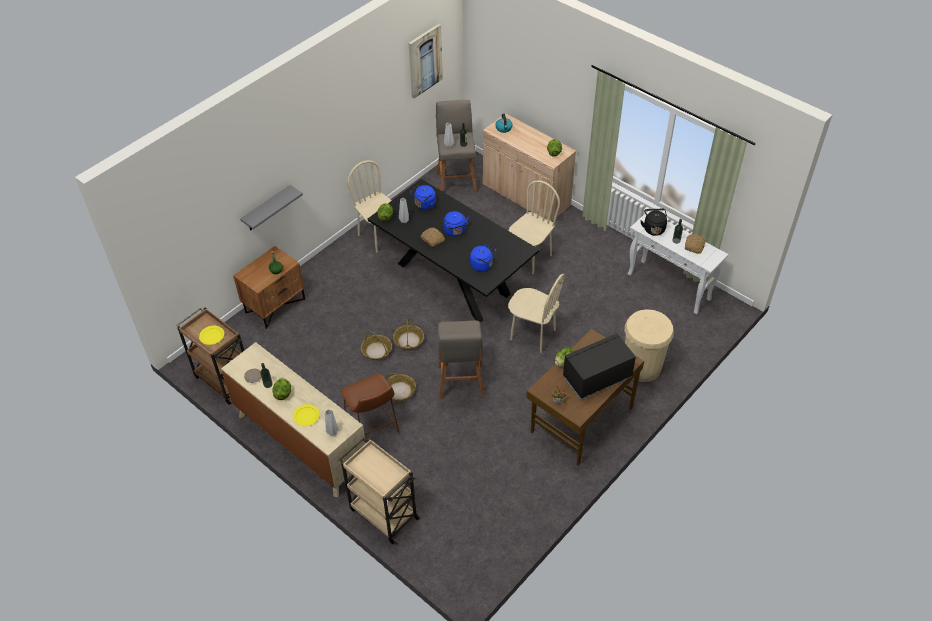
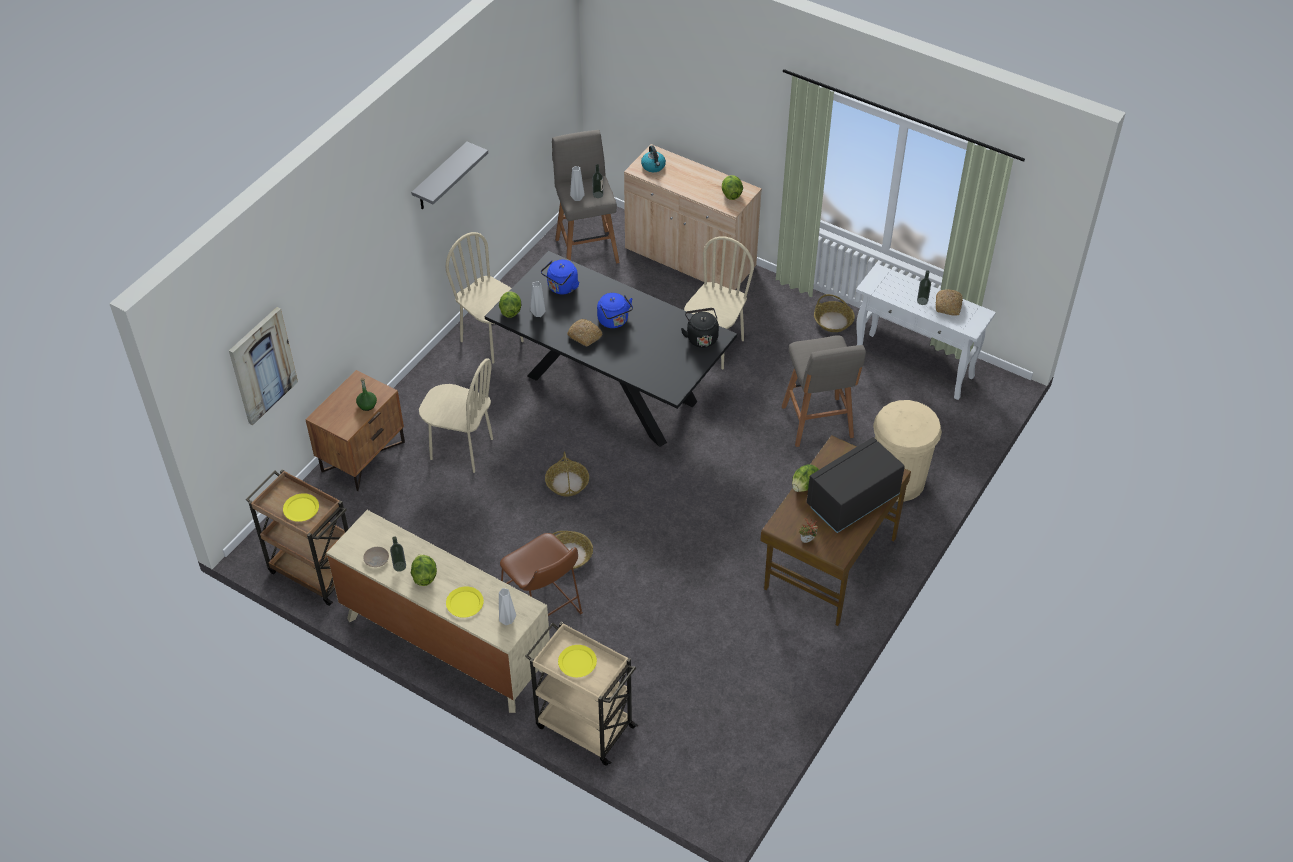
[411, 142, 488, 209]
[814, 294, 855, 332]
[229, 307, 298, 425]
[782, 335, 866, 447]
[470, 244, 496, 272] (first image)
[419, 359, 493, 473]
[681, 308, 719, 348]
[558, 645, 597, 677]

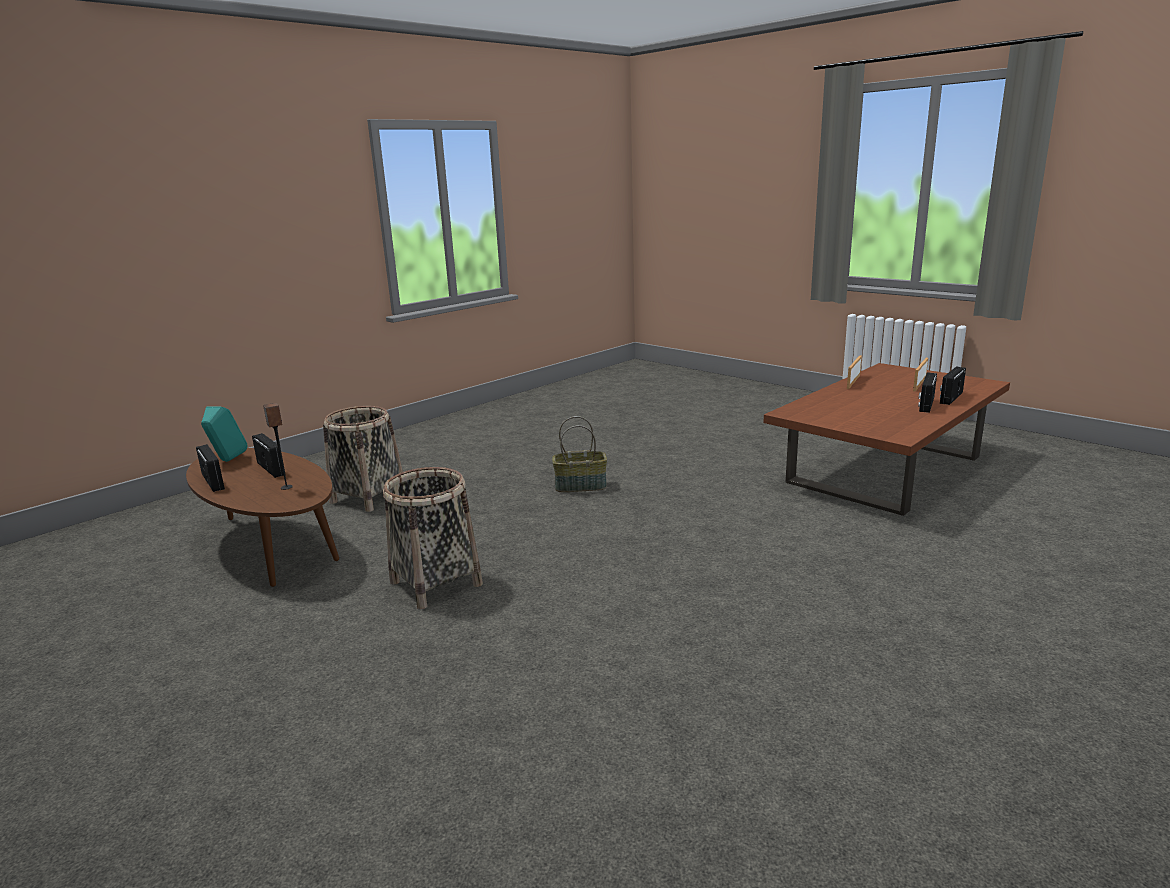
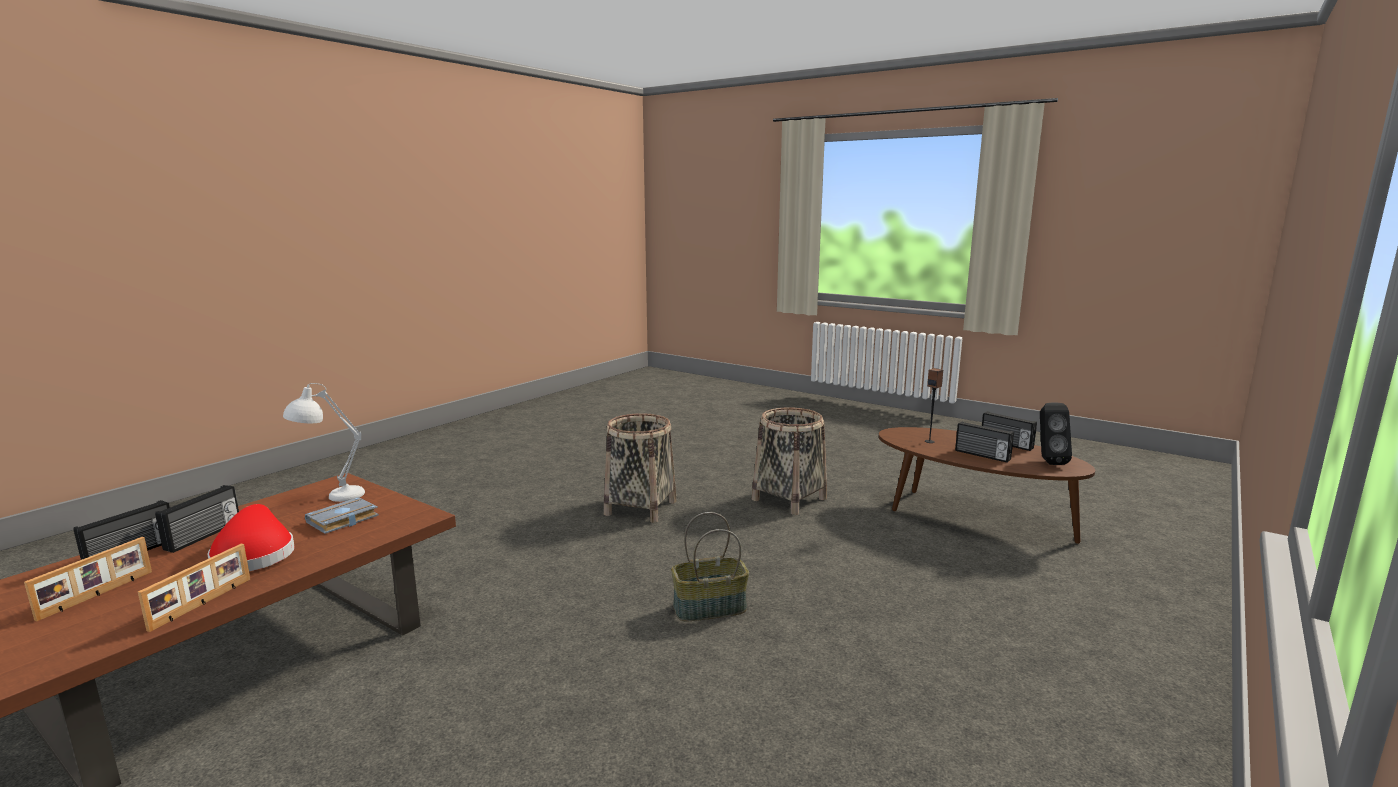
[1040, 403, 1072, 465]
[604, 413, 677, 523]
[207, 504, 294, 571]
[283, 383, 365, 502]
[305, 497, 379, 534]

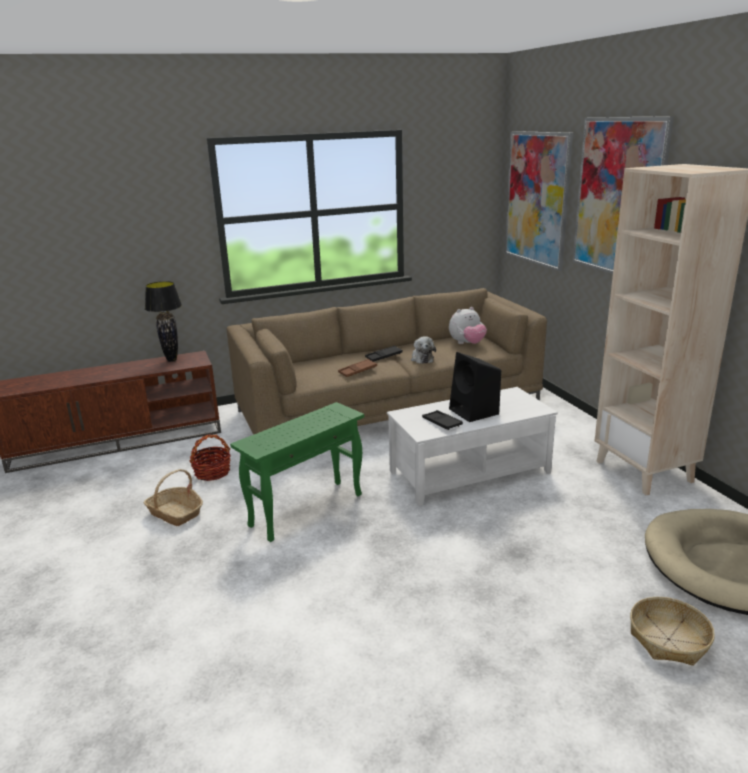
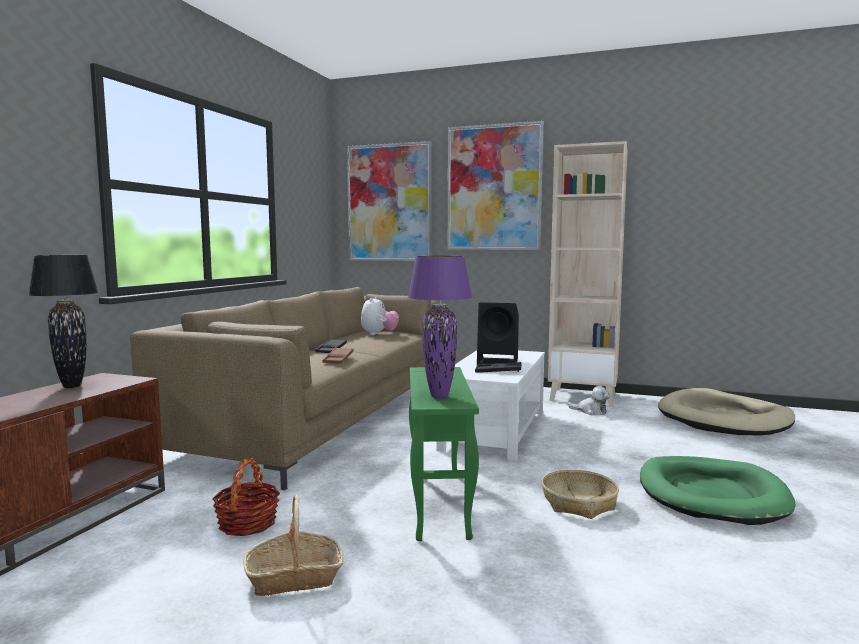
[568, 386, 610, 415]
[542, 469, 619, 519]
[408, 256, 472, 399]
[640, 456, 796, 525]

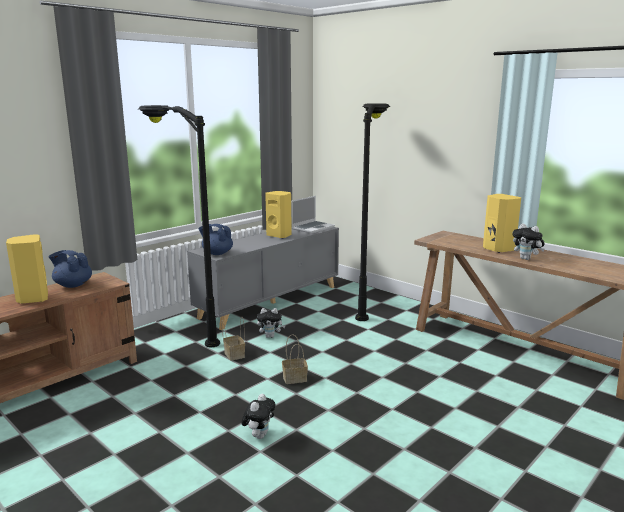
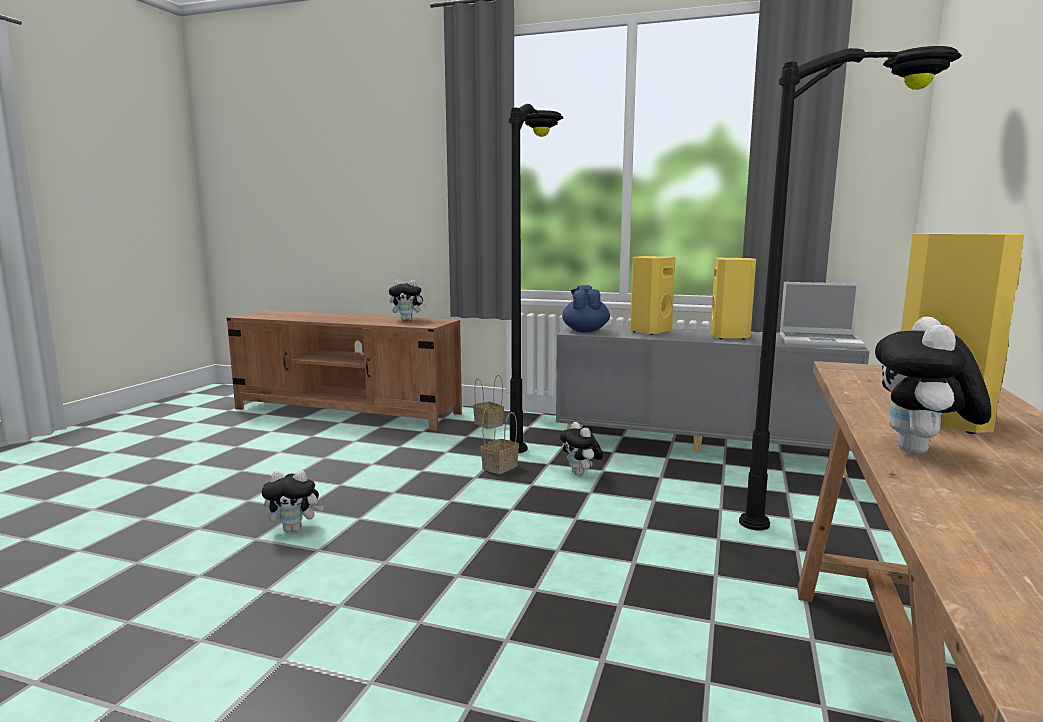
[630, 256, 676, 335]
[389, 280, 427, 320]
[473, 375, 504, 429]

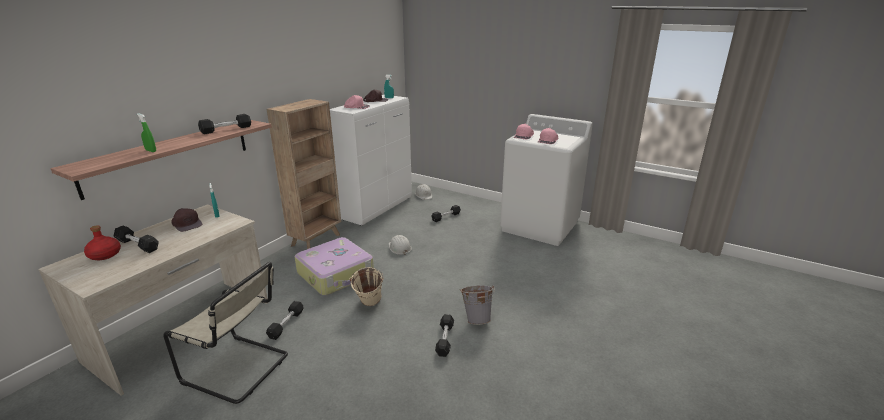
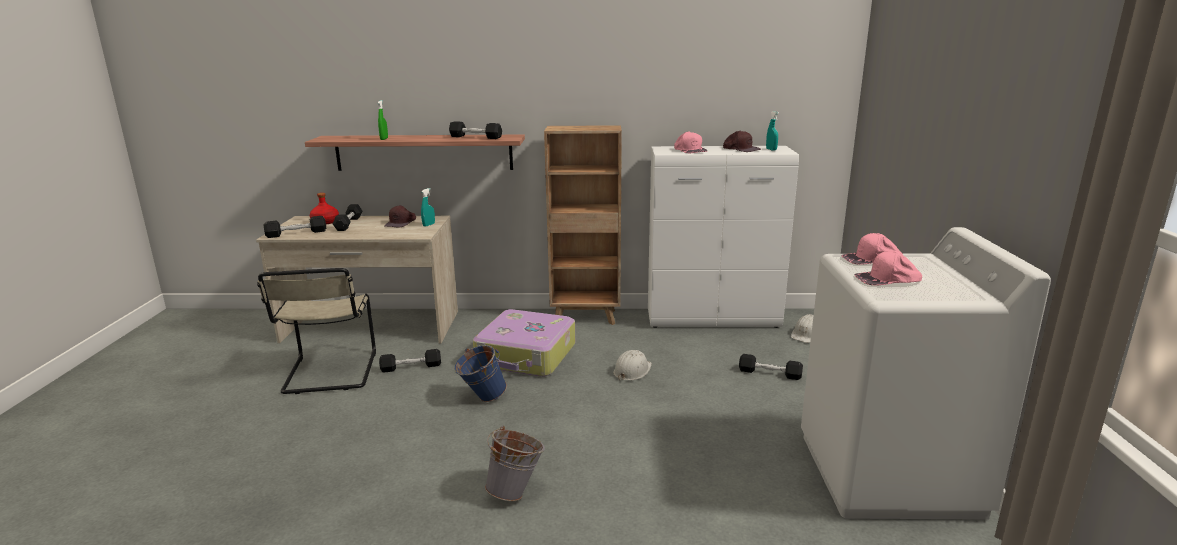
[455, 345, 507, 402]
[264, 216, 326, 238]

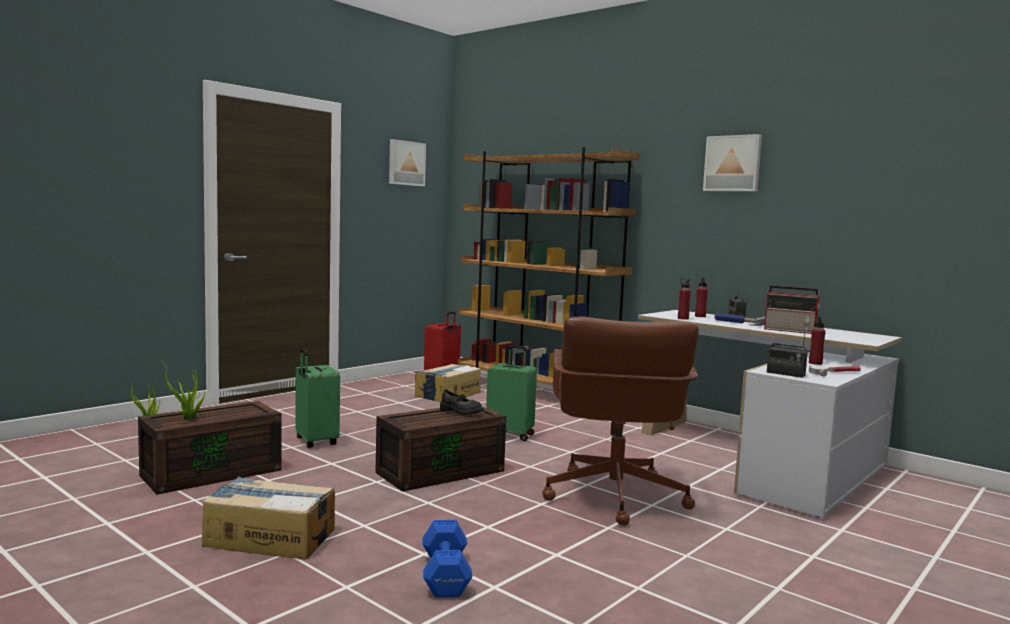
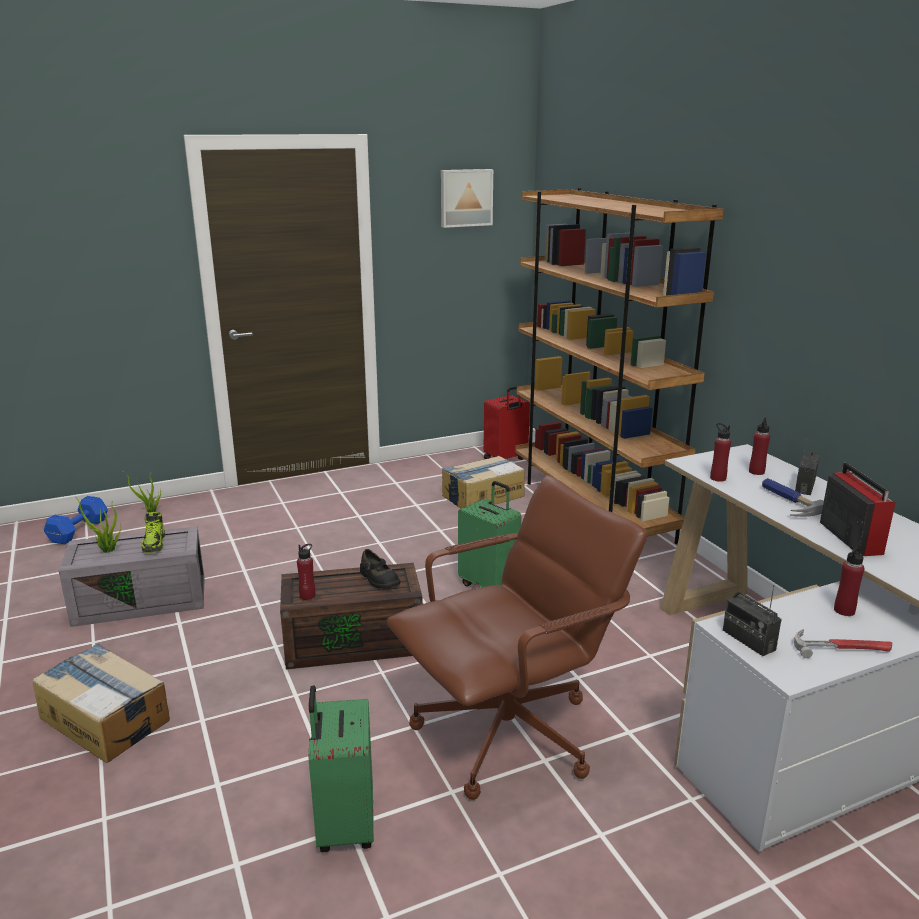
[59, 527, 205, 627]
[308, 686, 374, 852]
[44, 496, 108, 544]
[387, 476, 647, 800]
[703, 134, 762, 191] (first image)
[820, 463, 896, 556]
[142, 512, 165, 553]
[297, 544, 316, 600]

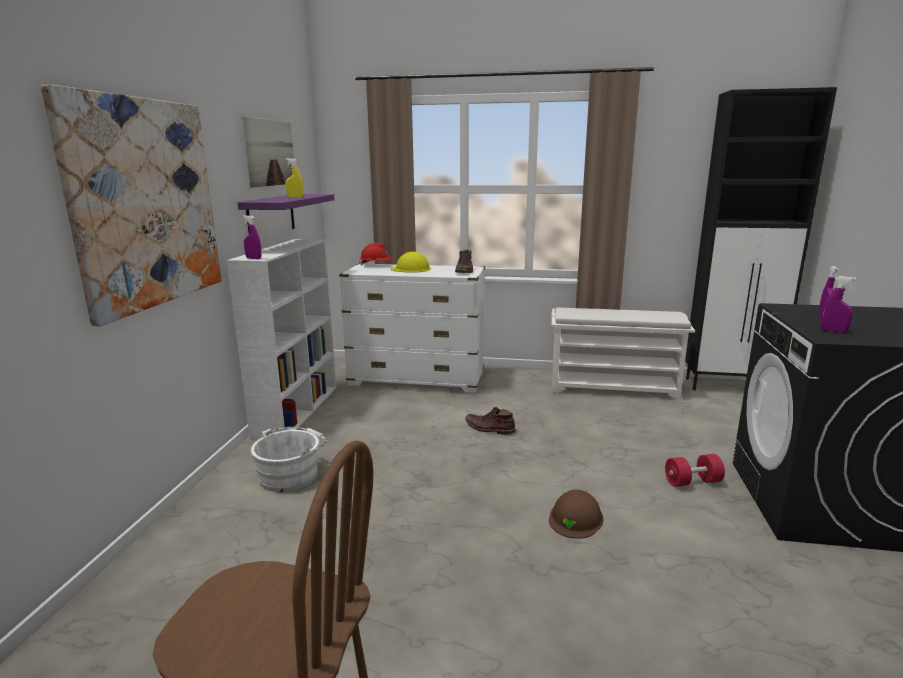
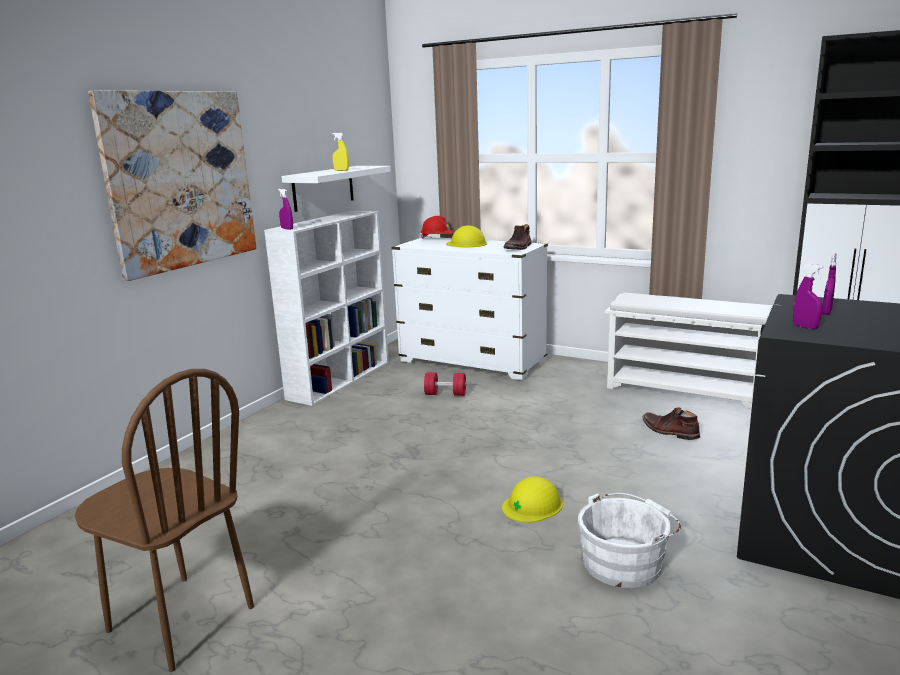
[281, 166, 391, 212]
[243, 116, 294, 187] (first image)
[578, 493, 681, 588]
[642, 407, 700, 440]
[502, 476, 563, 523]
[424, 372, 466, 396]

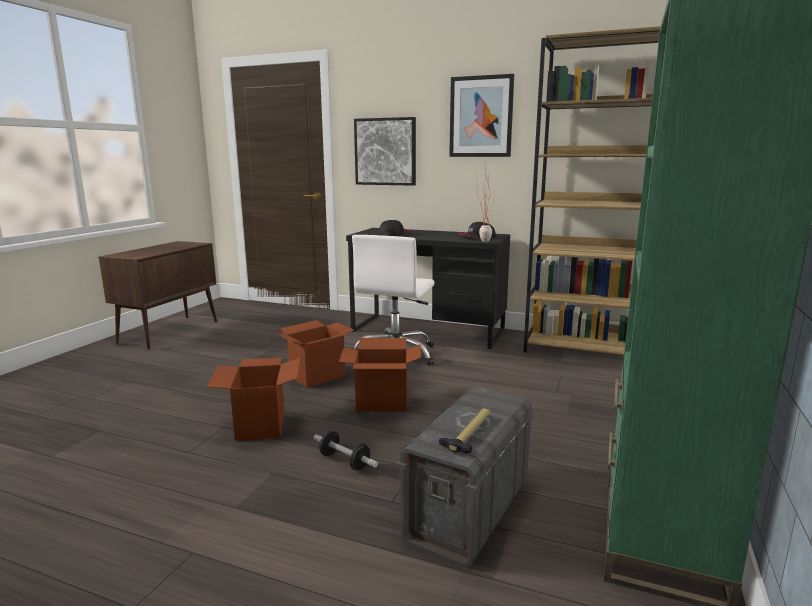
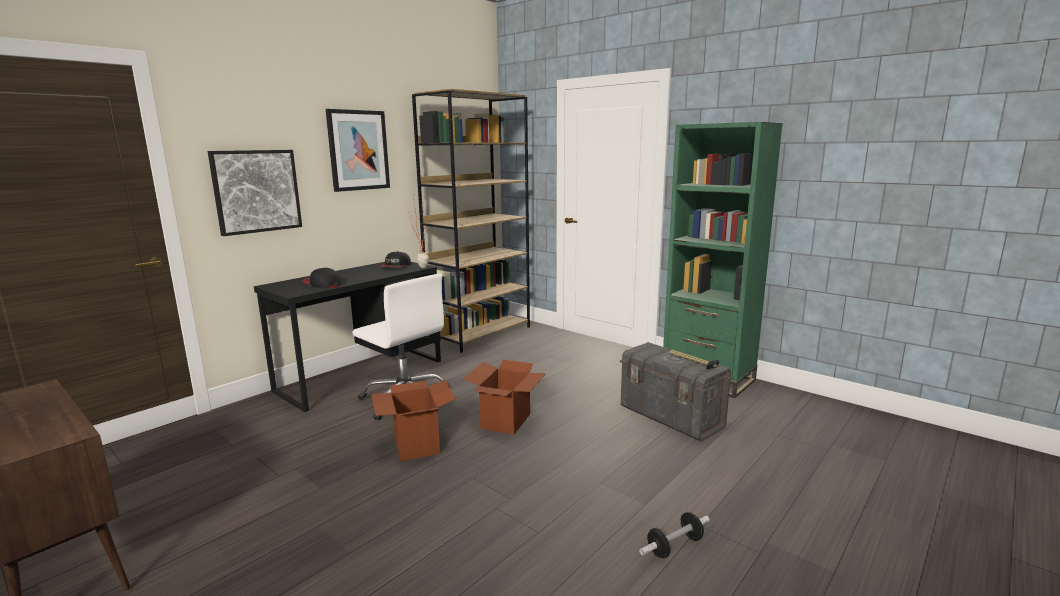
[207, 357, 300, 441] (first image)
[639, 512, 710, 558]

